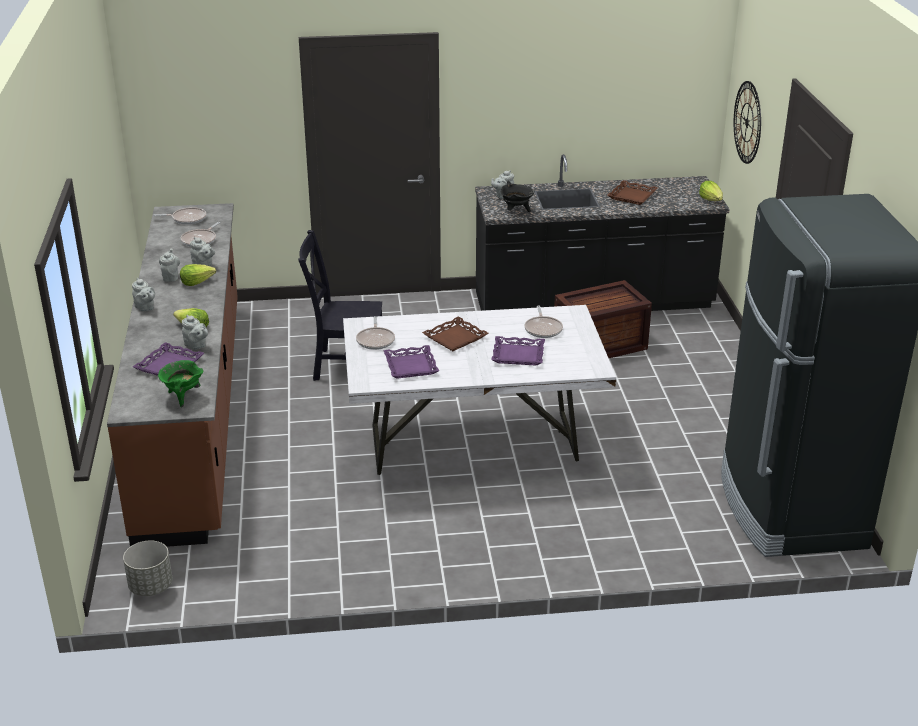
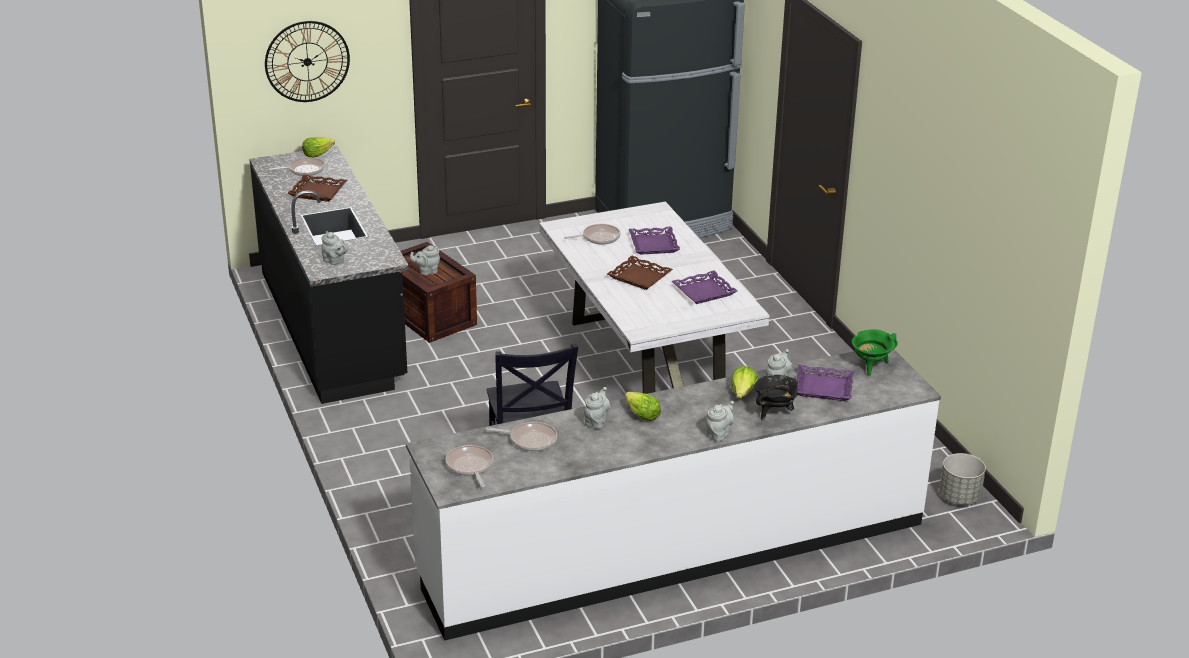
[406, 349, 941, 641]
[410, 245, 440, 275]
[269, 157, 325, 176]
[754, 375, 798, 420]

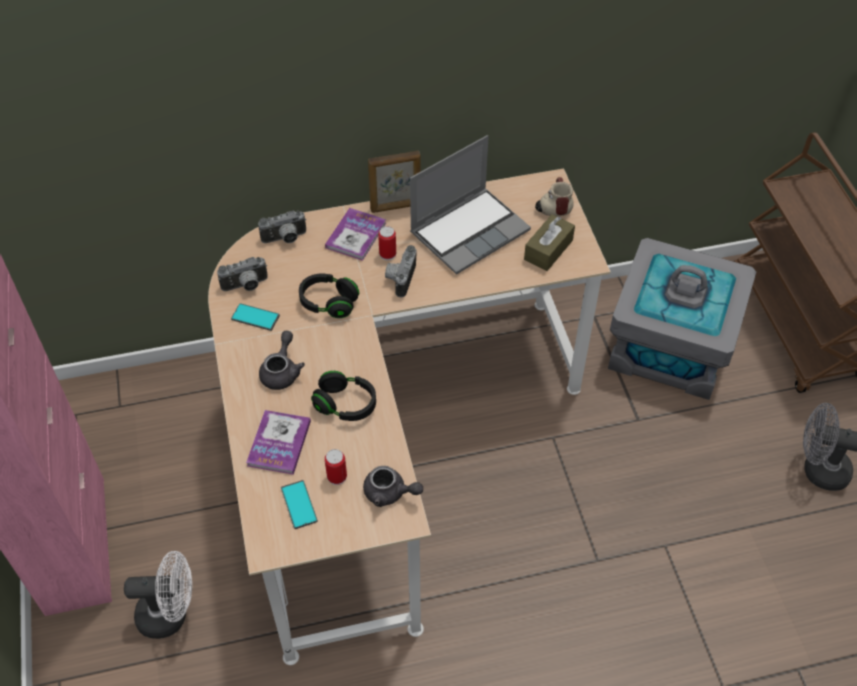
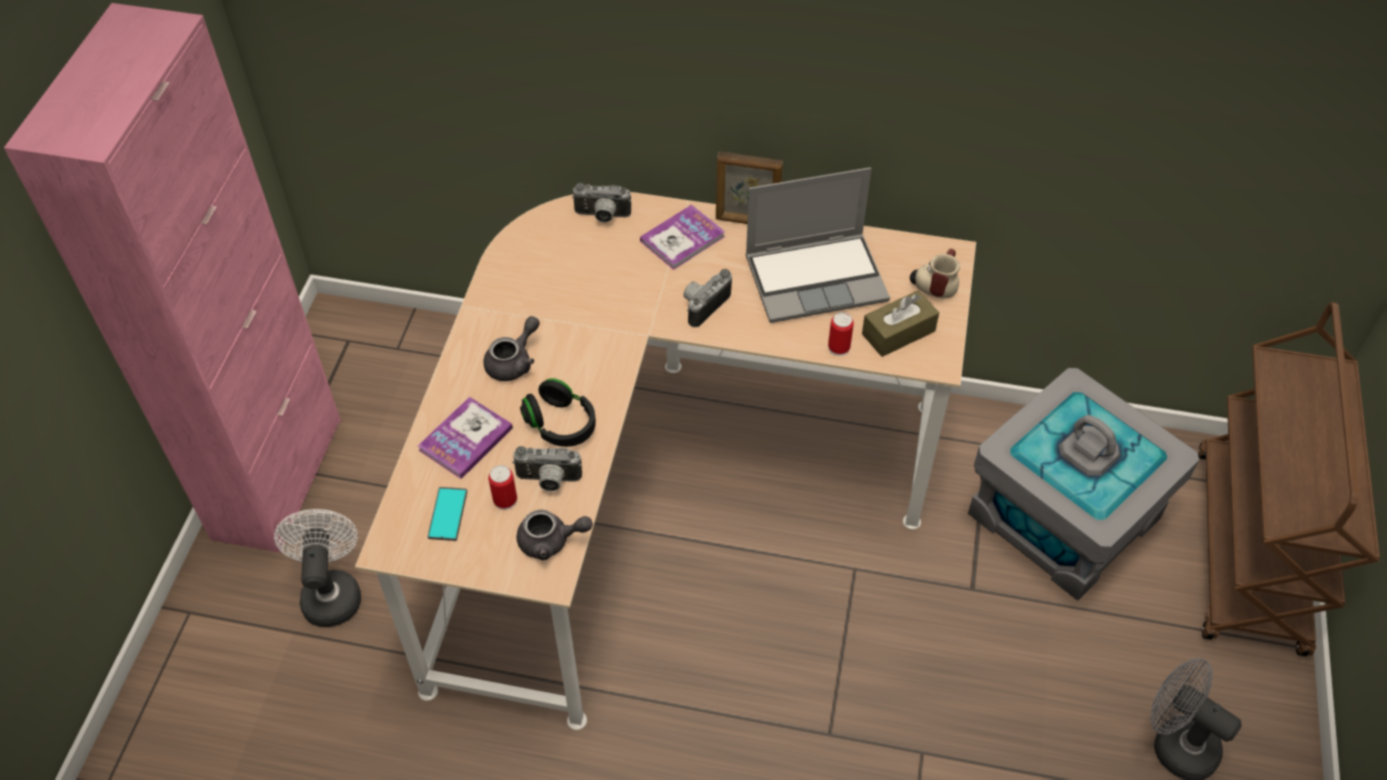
[274, 509, 361, 627]
[512, 446, 582, 492]
[231, 303, 280, 331] (first image)
[299, 274, 359, 318] (first image)
[517, 510, 593, 560]
[828, 312, 854, 356]

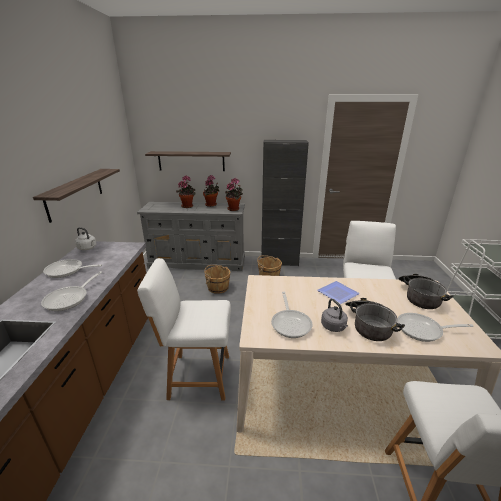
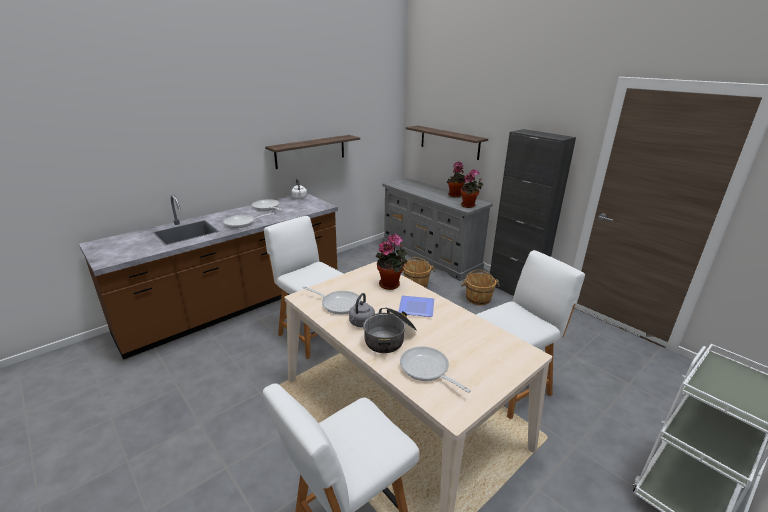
[376, 234, 407, 290]
[302, 286, 362, 314]
[399, 274, 454, 309] (first image)

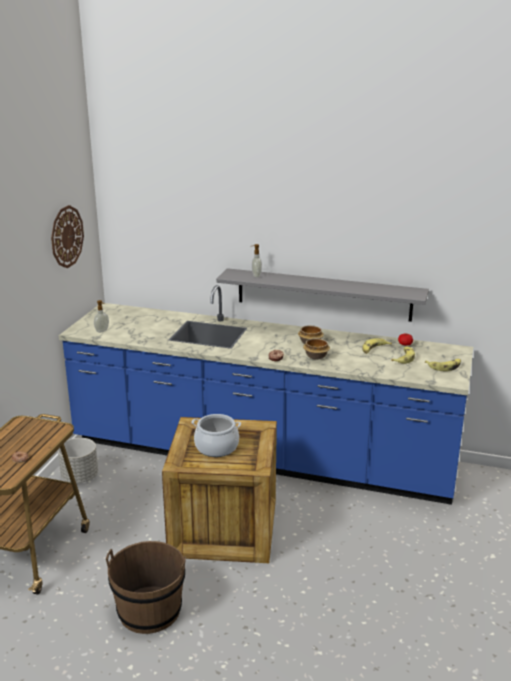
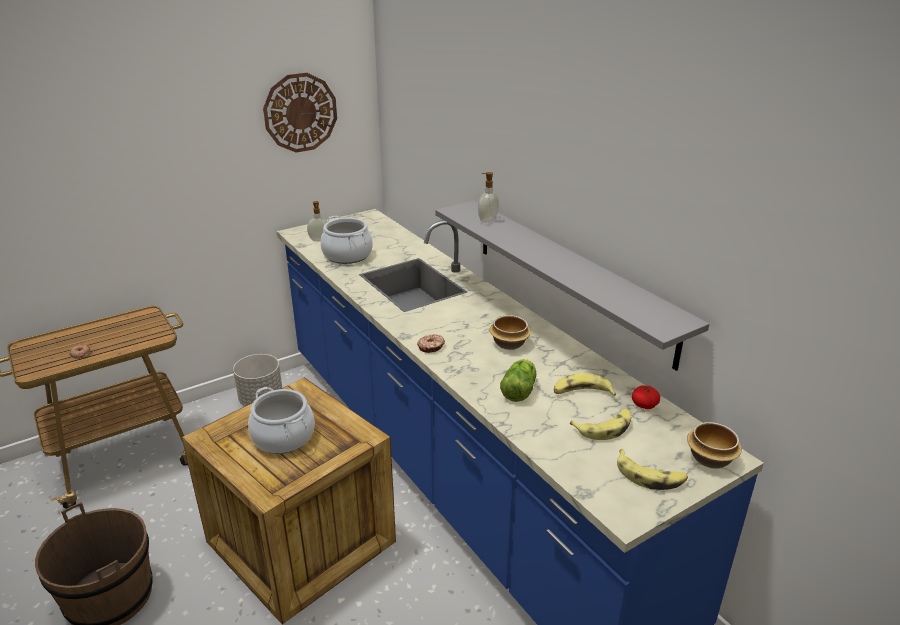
[687, 422, 742, 468]
[321, 216, 373, 264]
[500, 359, 536, 402]

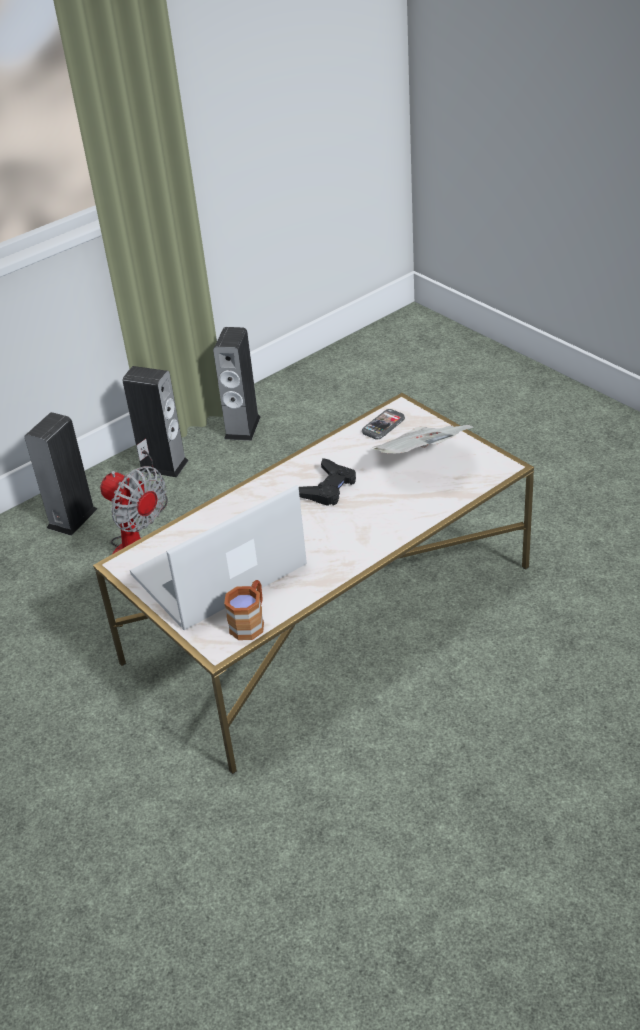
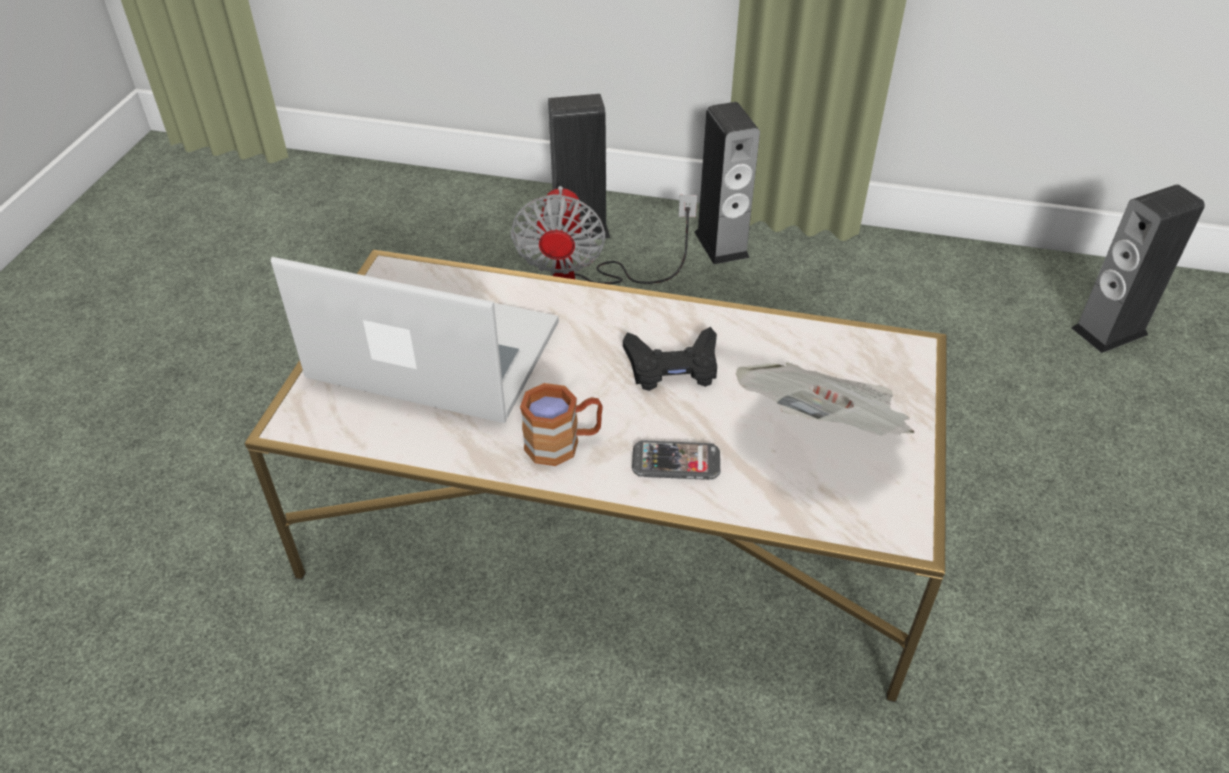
[1072, 184, 1205, 353]
[520, 383, 603, 466]
[632, 440, 720, 480]

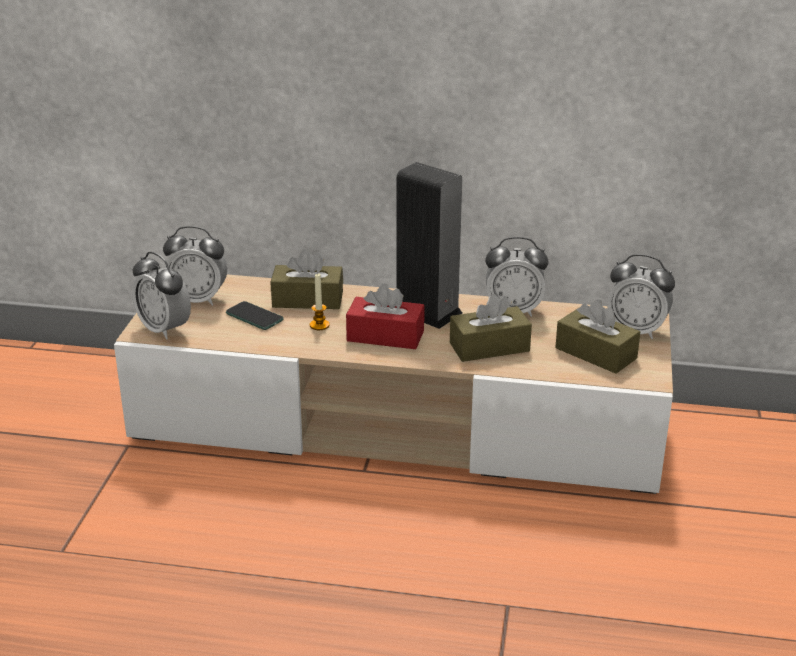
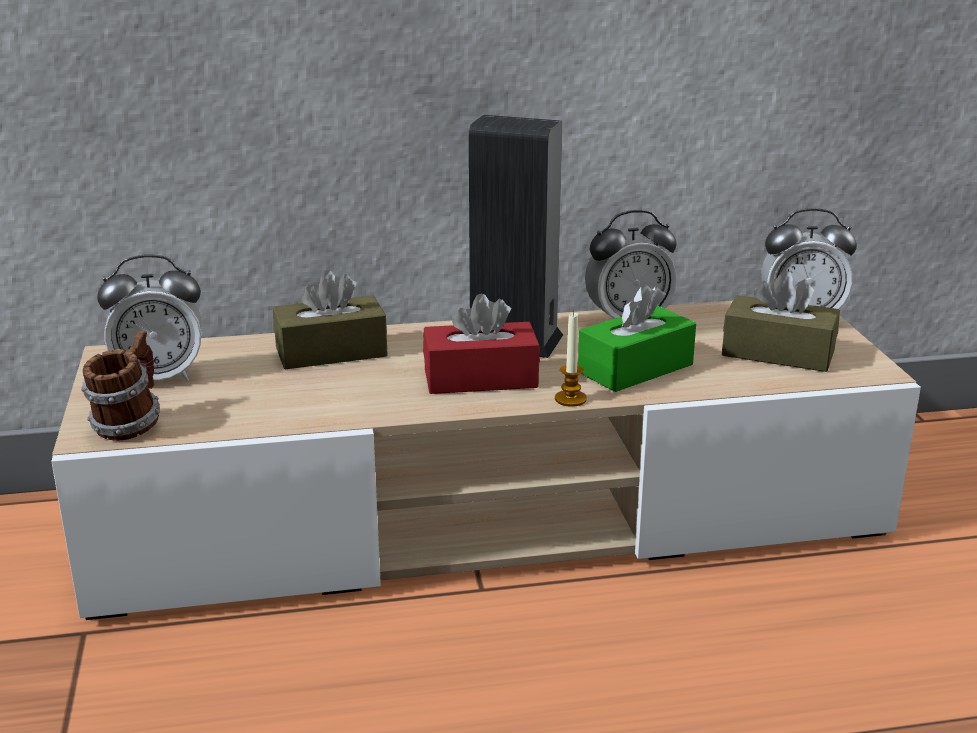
[81, 330, 160, 441]
[226, 301, 284, 330] (first image)
[555, 311, 587, 407]
[578, 284, 696, 392]

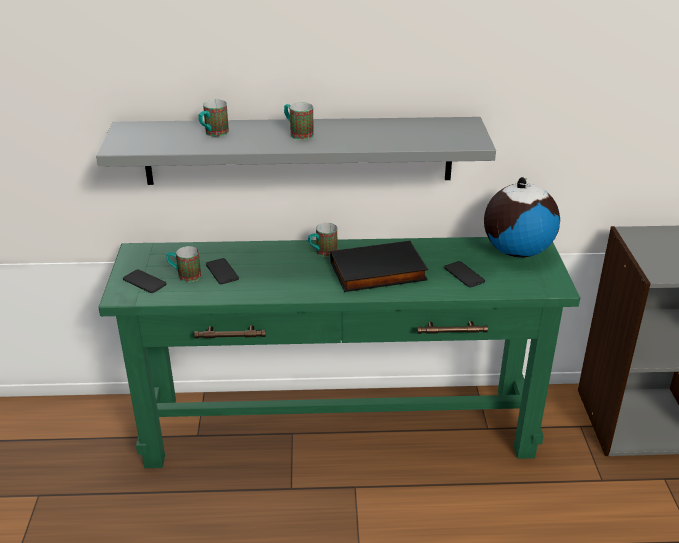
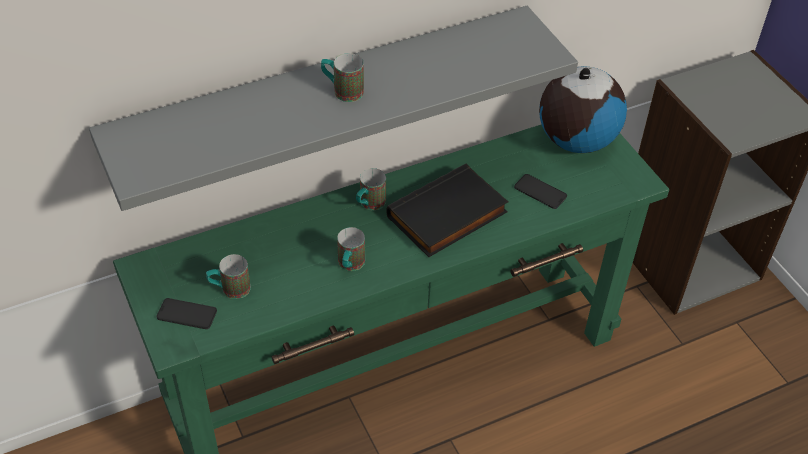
[337, 227, 365, 271]
[206, 258, 239, 284] (first image)

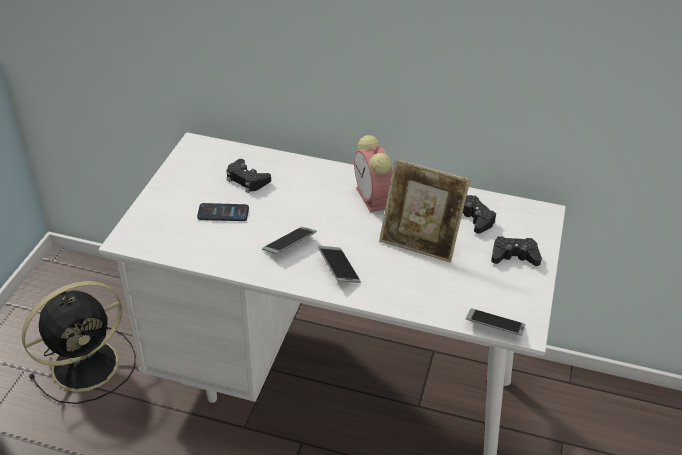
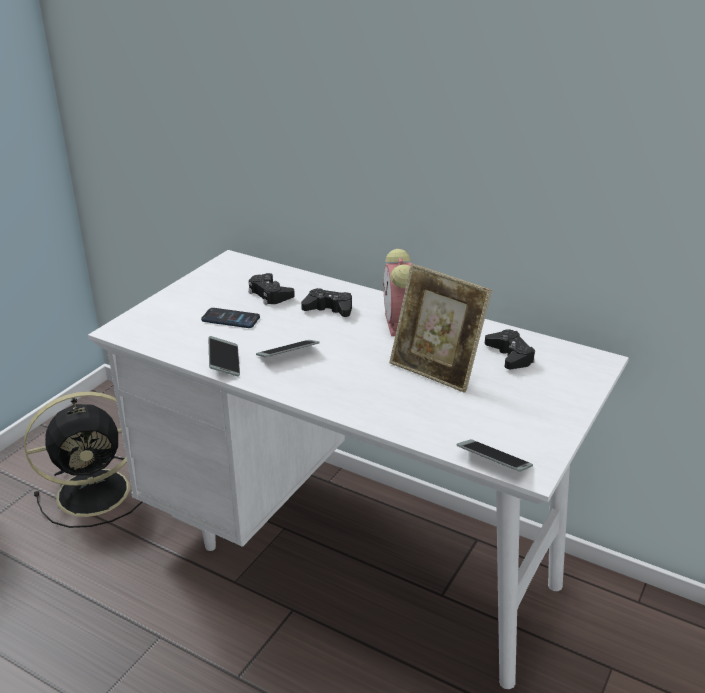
[209, 336, 240, 377]
[301, 288, 352, 317]

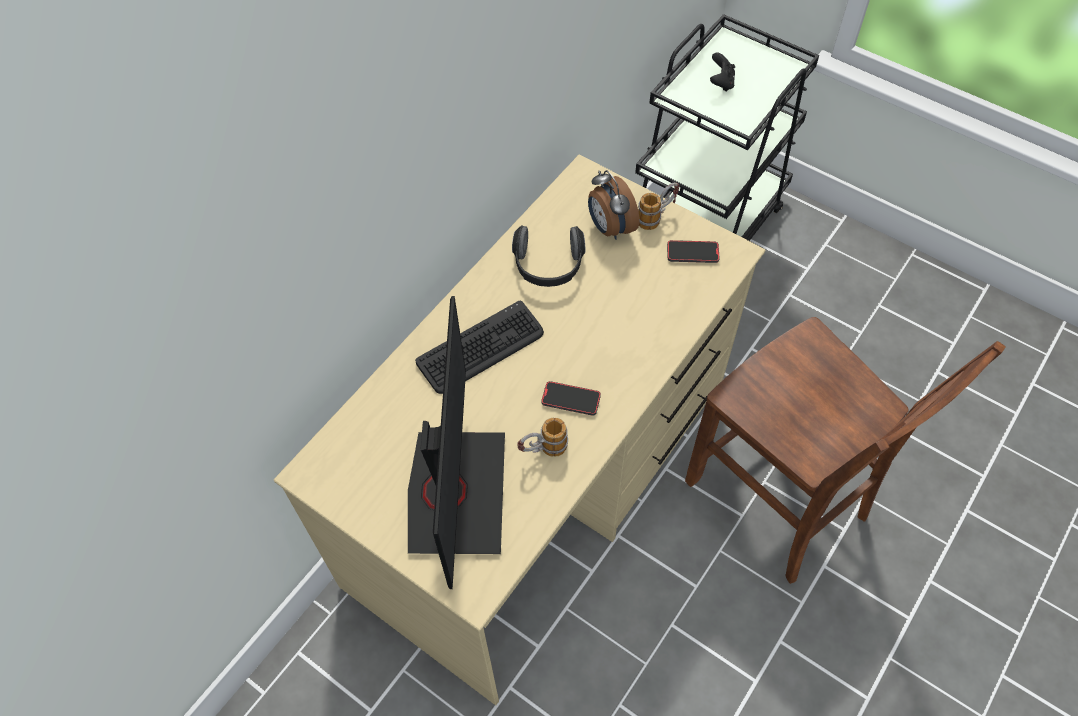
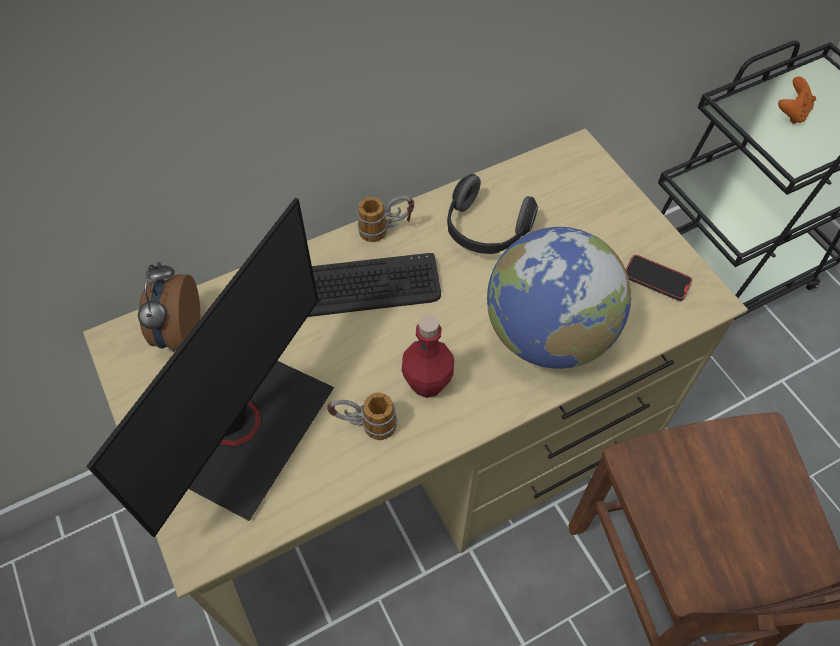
[402, 314, 454, 398]
[138, 261, 200, 352]
[357, 196, 414, 242]
[778, 77, 816, 124]
[487, 227, 631, 369]

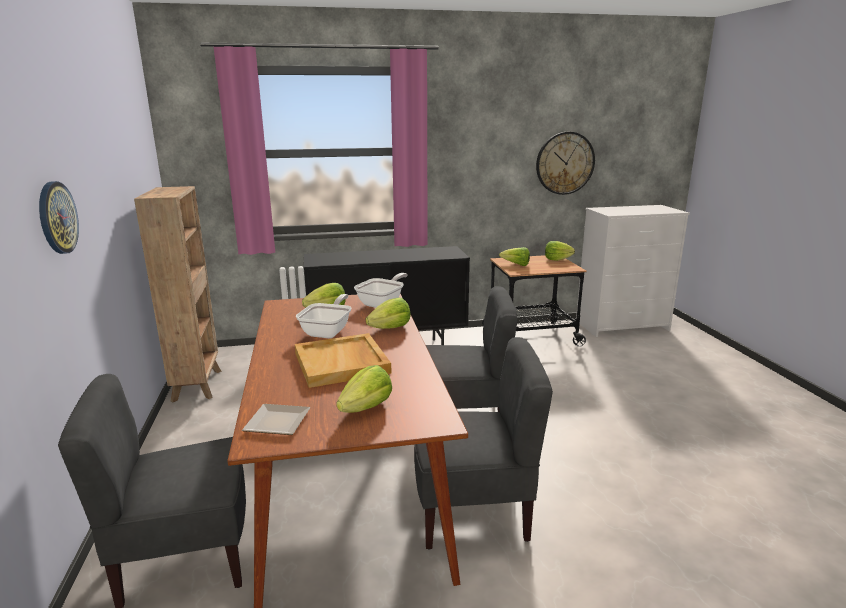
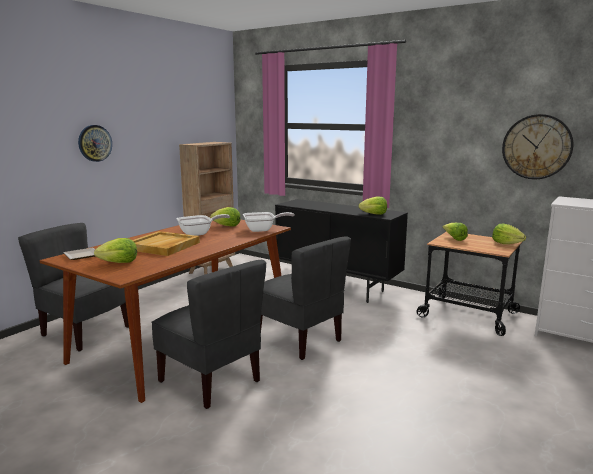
[358, 197, 387, 215]

